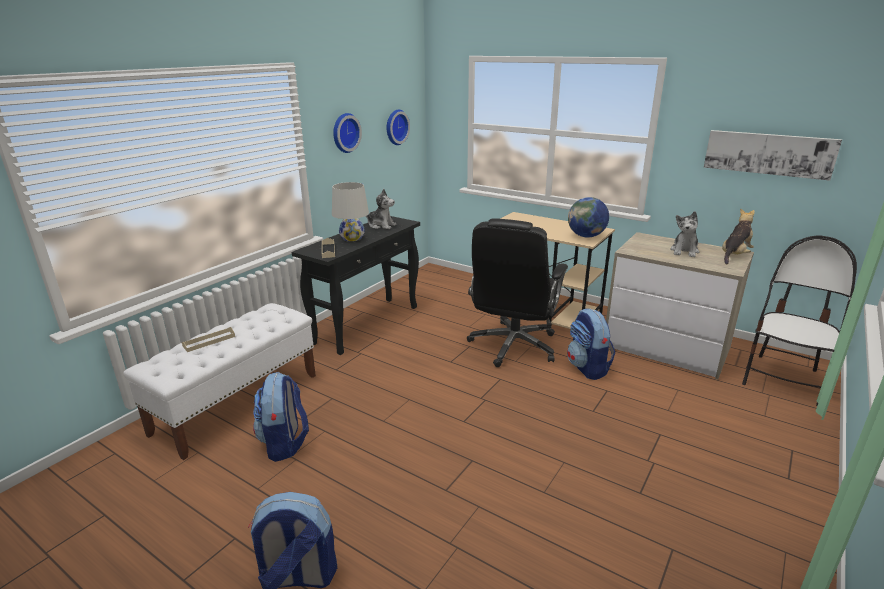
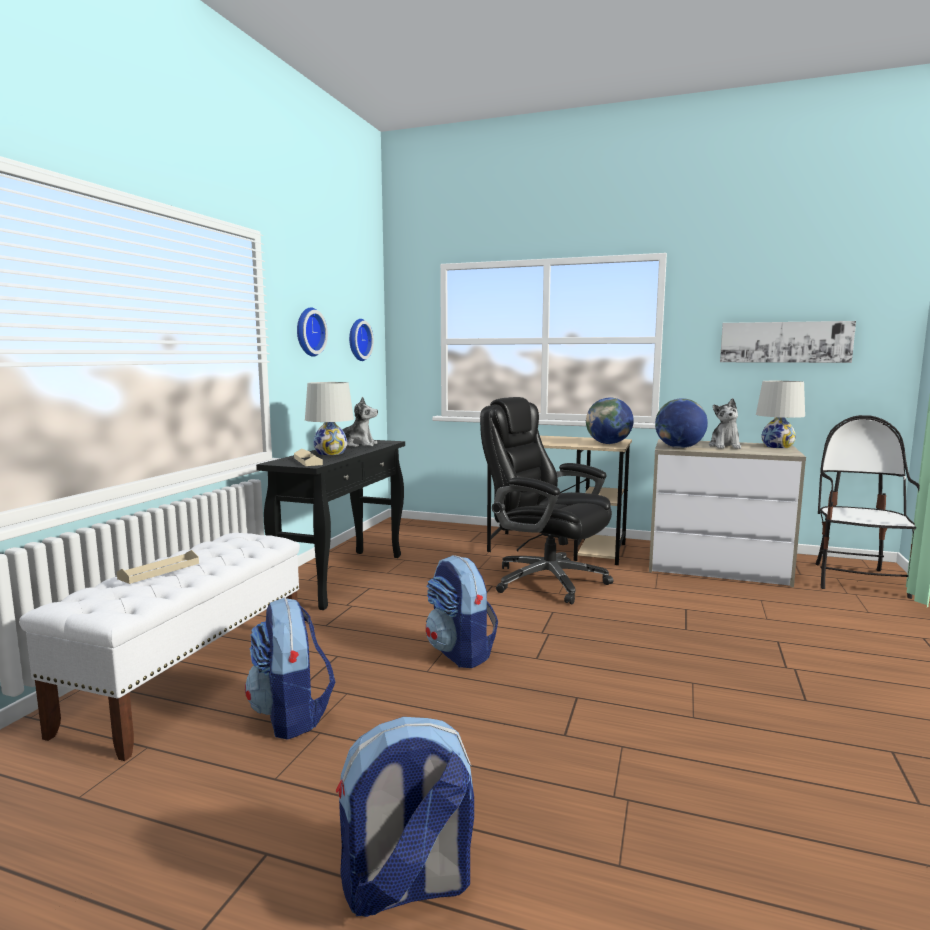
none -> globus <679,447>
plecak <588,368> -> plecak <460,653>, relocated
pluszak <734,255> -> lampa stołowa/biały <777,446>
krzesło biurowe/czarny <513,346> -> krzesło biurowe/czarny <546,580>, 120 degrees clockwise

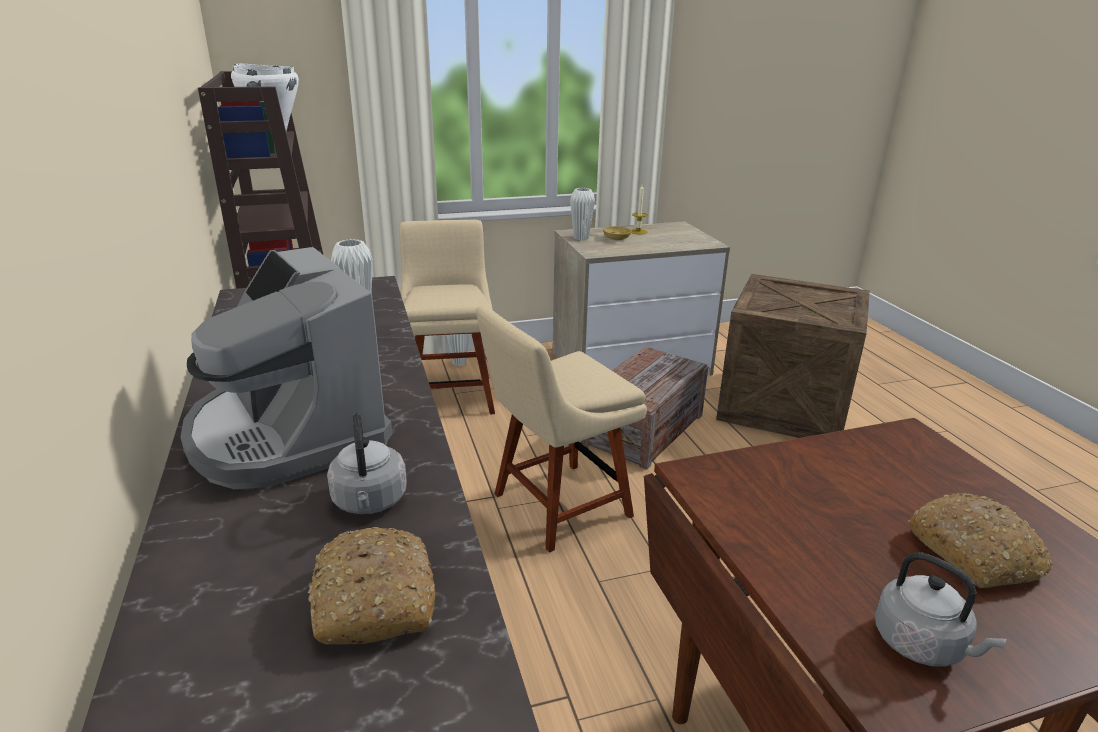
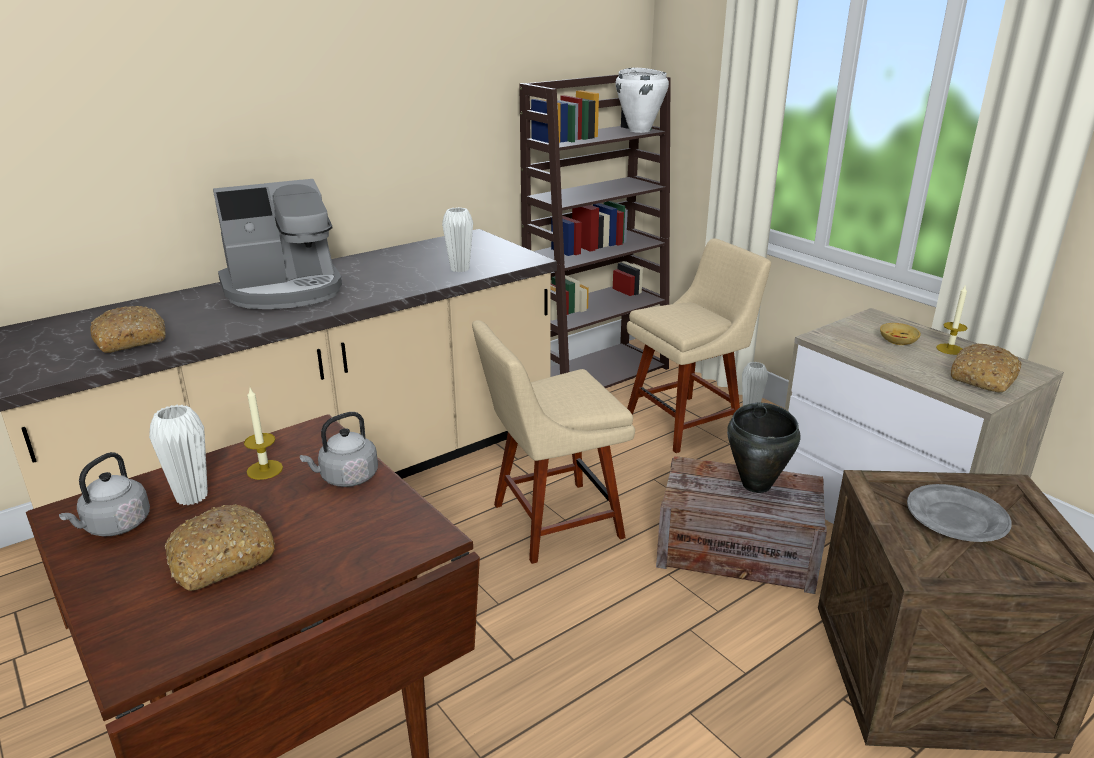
none -> świeca <264,470>
none -> garnek/czarny <757,485>
none -> talerz/szary <956,517>
none -> chleb <983,378>
czajnik/szary <370,502> -> czajnik/szary <346,478>, relocated
wazon/biały <581,238> -> wazon/biały <192,497>, relocated
ekspres do kawy <288,433> -> ekspres do kawy <284,290>, 150 degrees counterclockwise
krzesło/beżowy <556,507> -> krzesło/beżowy <550,522>, 60 degrees counterclockwise

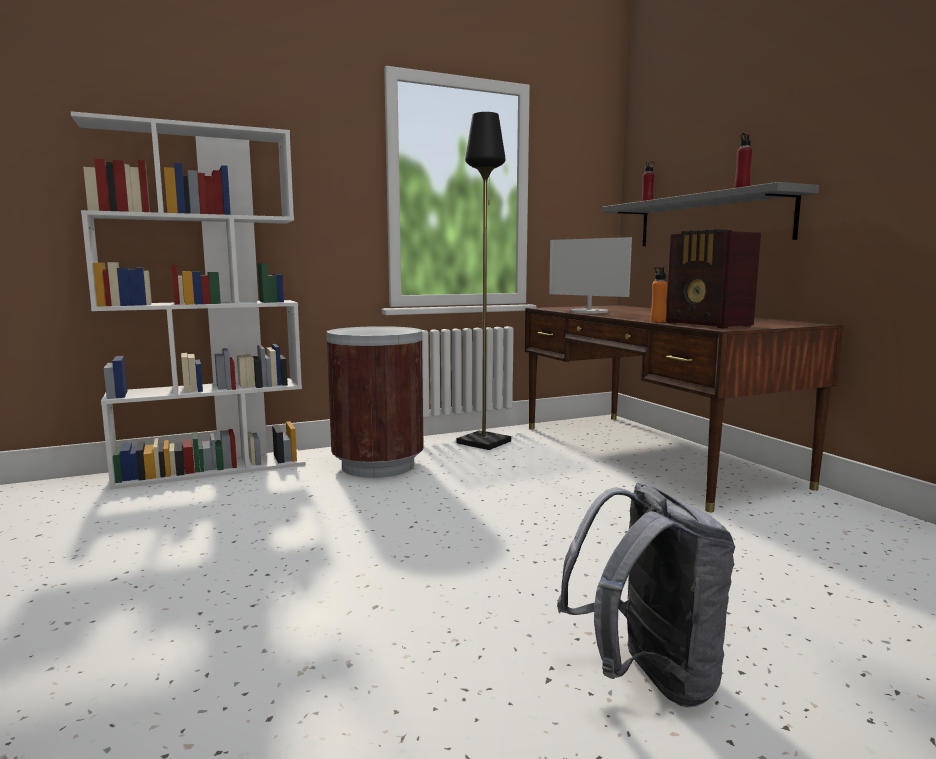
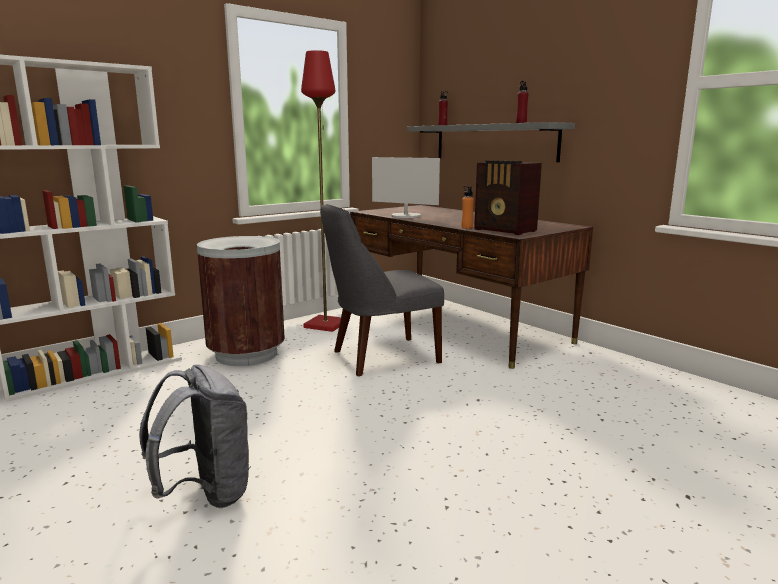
none -> krzesło/szary <380,357>
plecak/szary <646,678> -> plecak/szary <206,493>, relocated
lampa stojąca/czarny <485,442> -> lampa stojąca/czerwony <326,324>

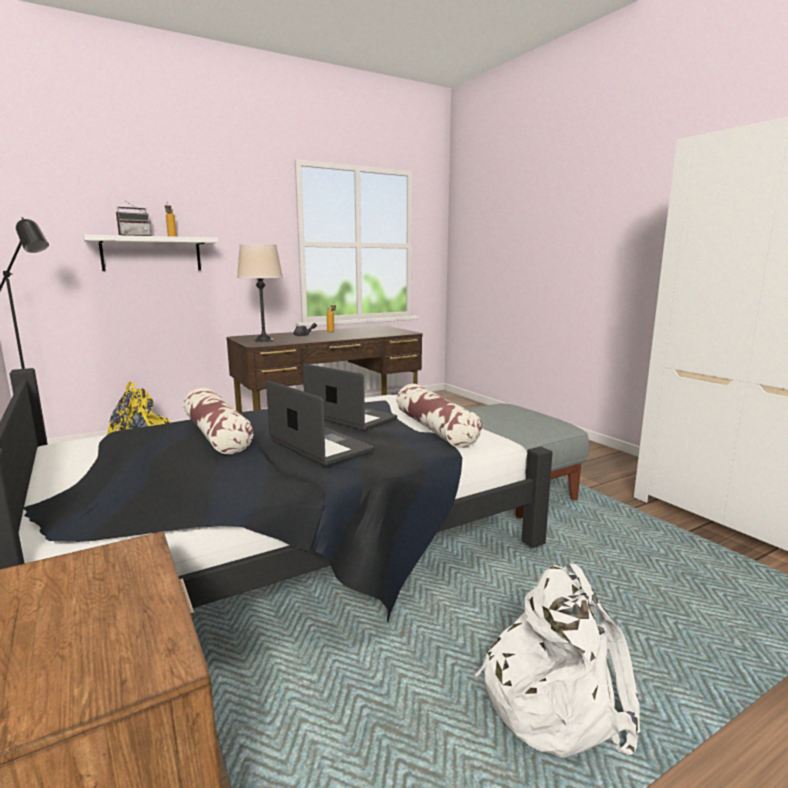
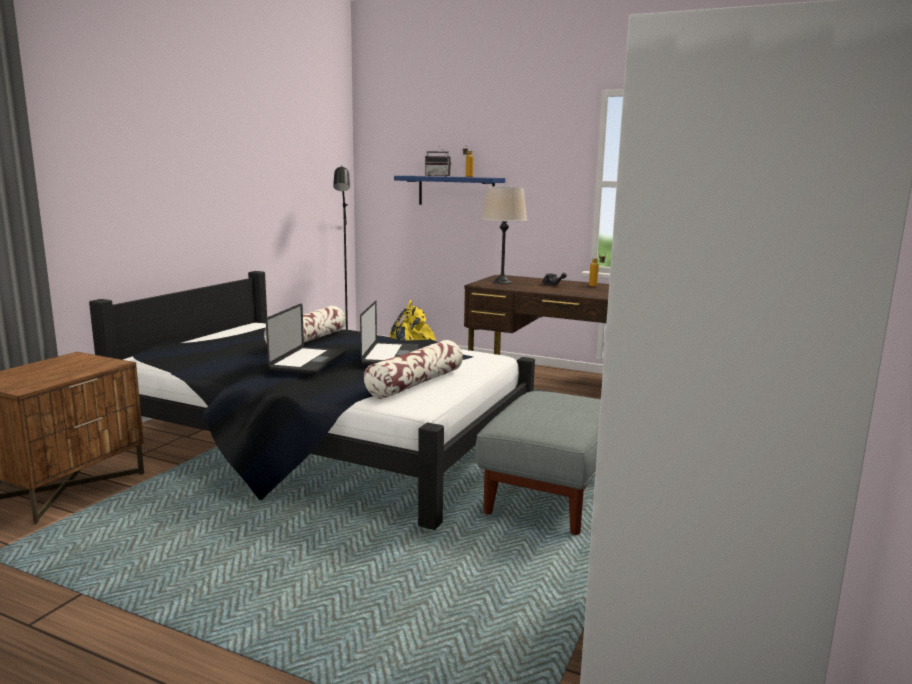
plecak/biały <553,697> -> none
półka/biały <151,254> -> półka/niebieski <456,191>

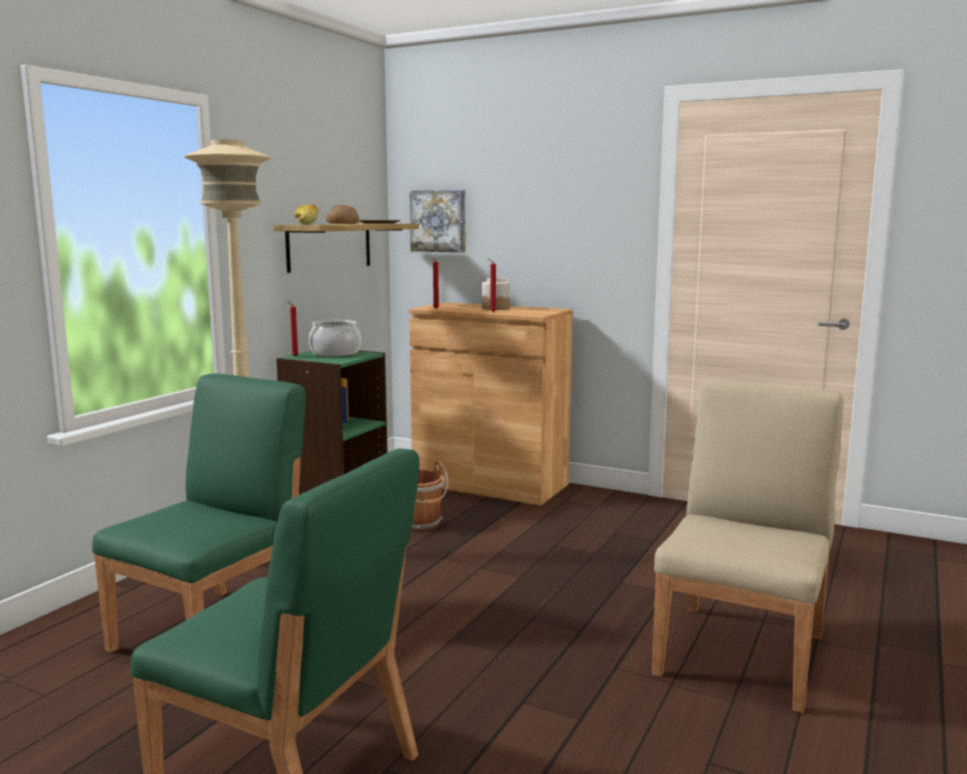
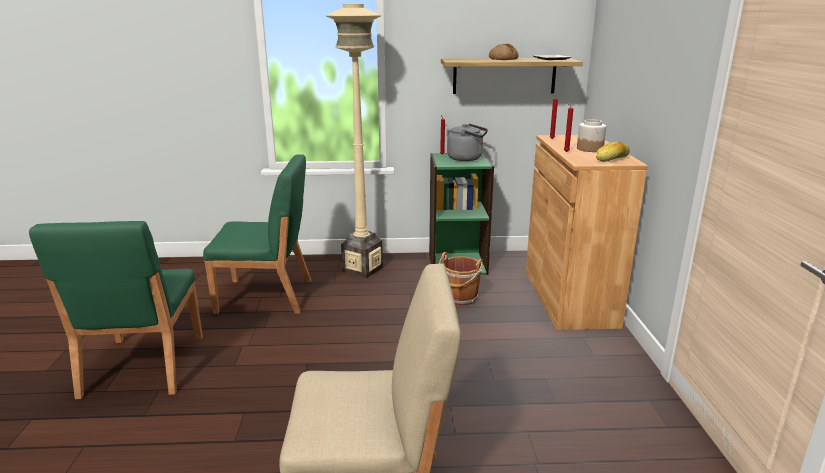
obraz <439,221> -> none
chleb <307,224> -> chleb <611,159>, relocated
garnek <335,353> -> czajnik/szary <467,158>

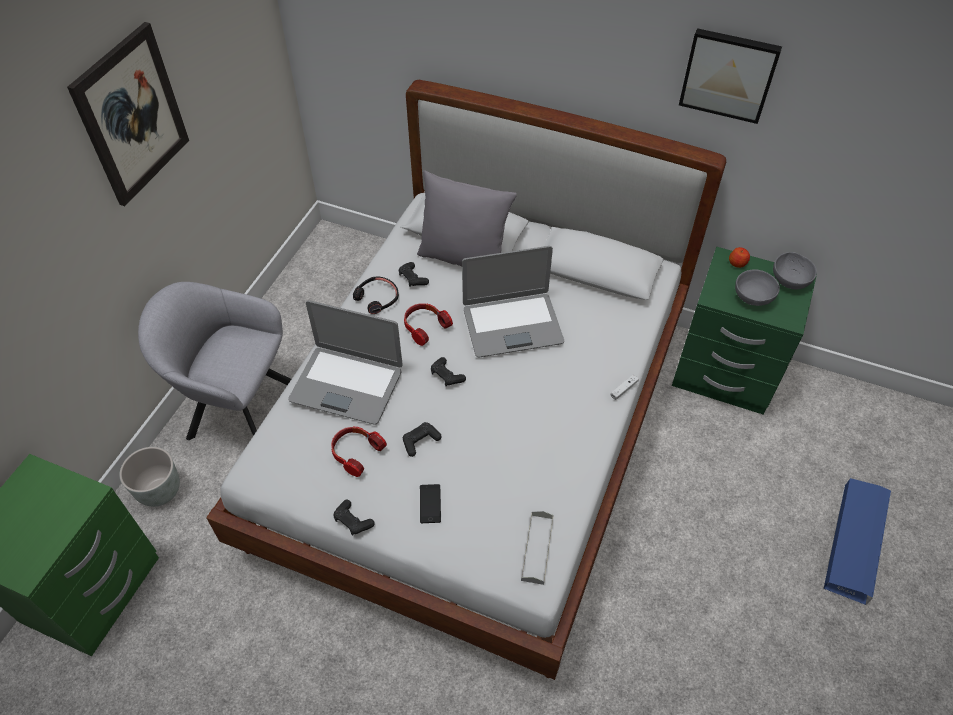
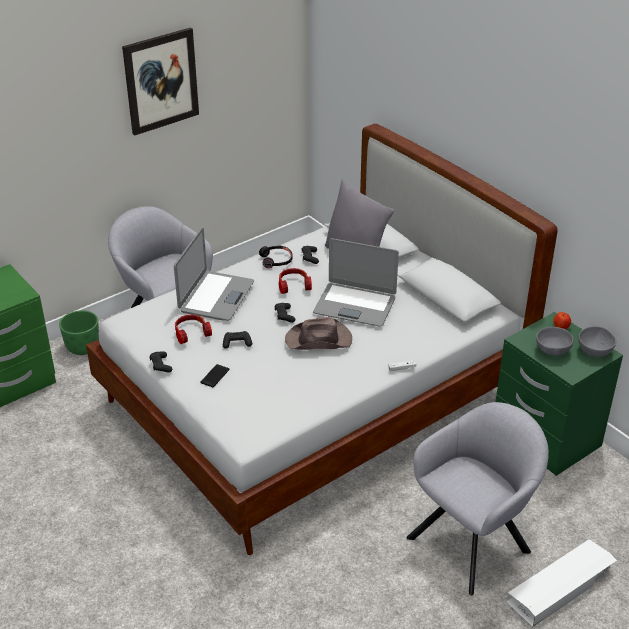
taca/szary <537,548> -> none
obraz <729,74> -> none
none -> kapelusz/brązowy <319,340>
none -> fotel/szary <474,541>
donica/szary <159,492> -> donica/zielony <82,348>
pojemnik do przechowywania/niebieski <855,542> -> pojemnik do przechowywania/biały <561,586>
laptop <347,384> -> laptop <216,297>, 120 degrees counterclockwise

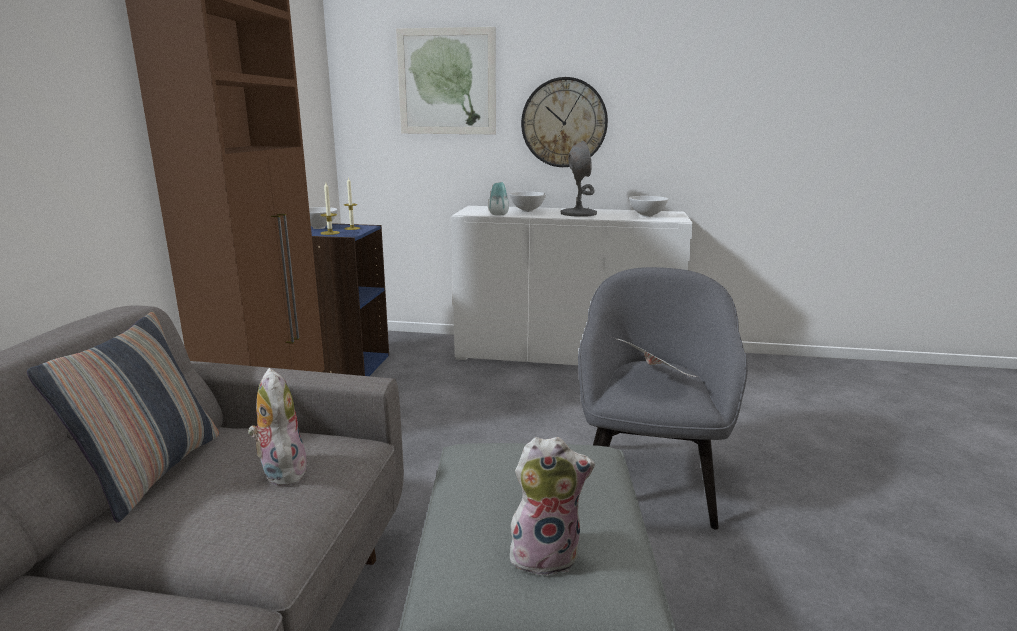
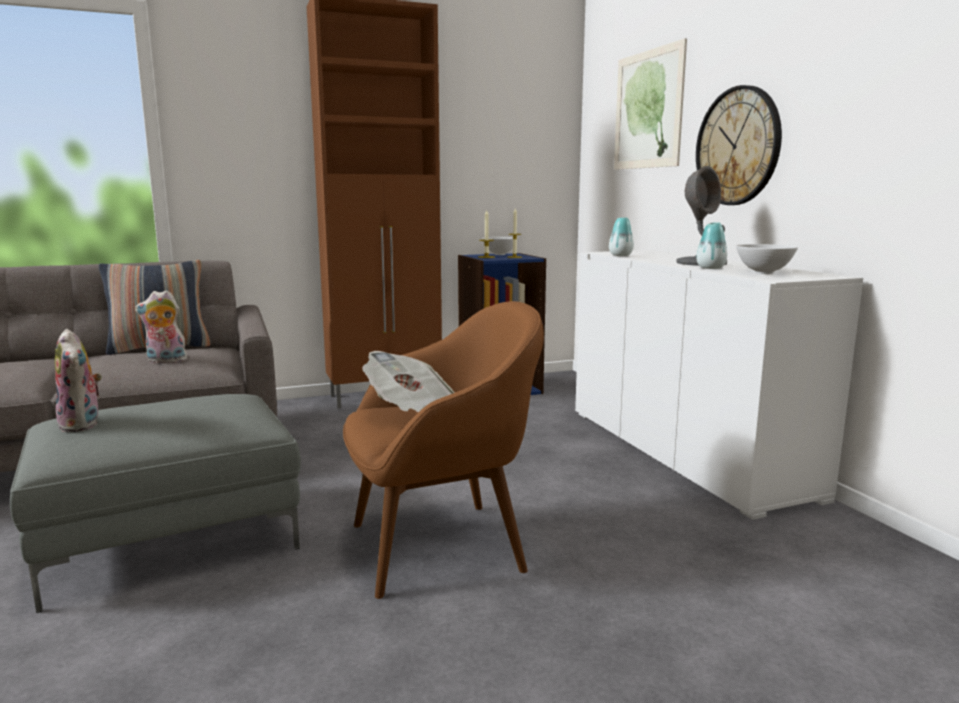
miska/biały <527,211> -> none
none -> wazon <710,268>
fotel/szary <648,480> -> fotel/brązowy <441,546>
pluszak <281,471> -> pluszak <165,361>, 135 degrees counterclockwise

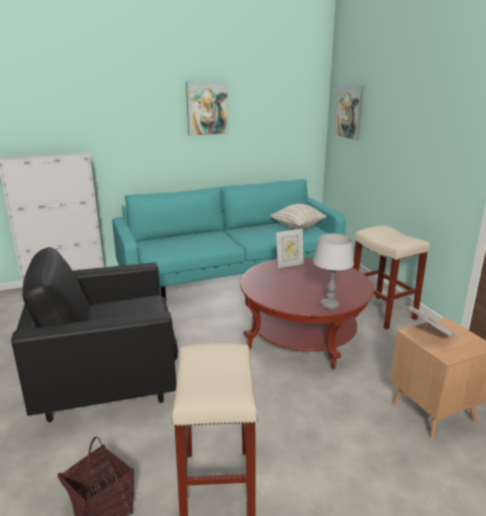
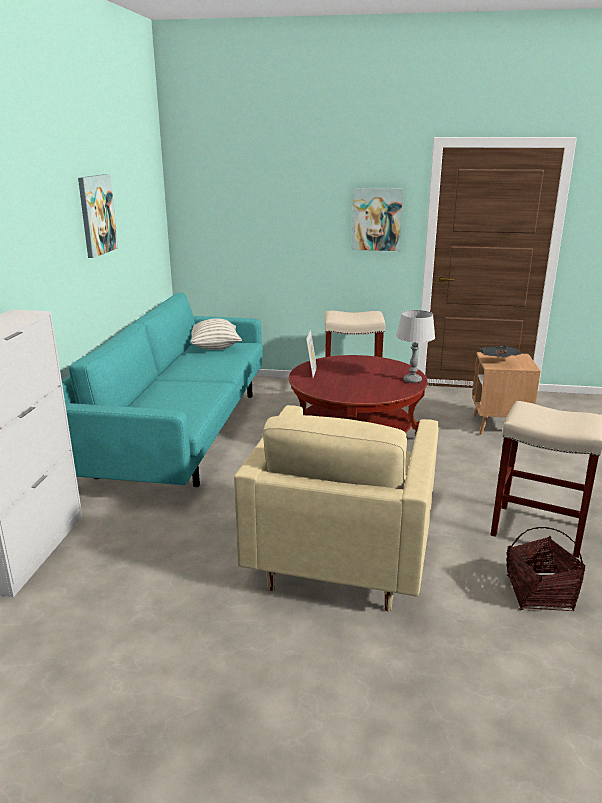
obraz <349,111> -> obraz <377,219>, relocated
fotel/czarny <108,382> -> fotel/beżowy <341,556>

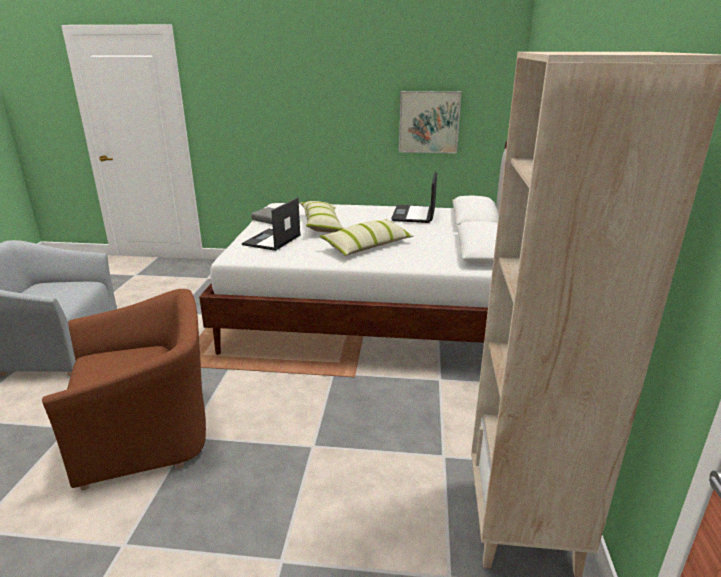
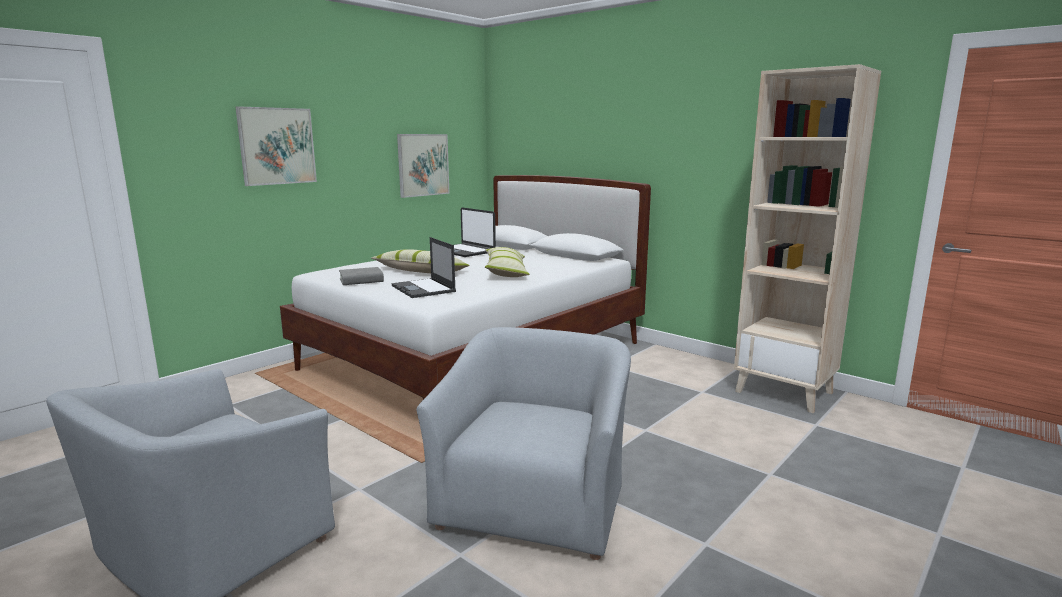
none -> obraz <277,146>
fotel/brązowy <147,432> -> fotel/szary <534,502>

